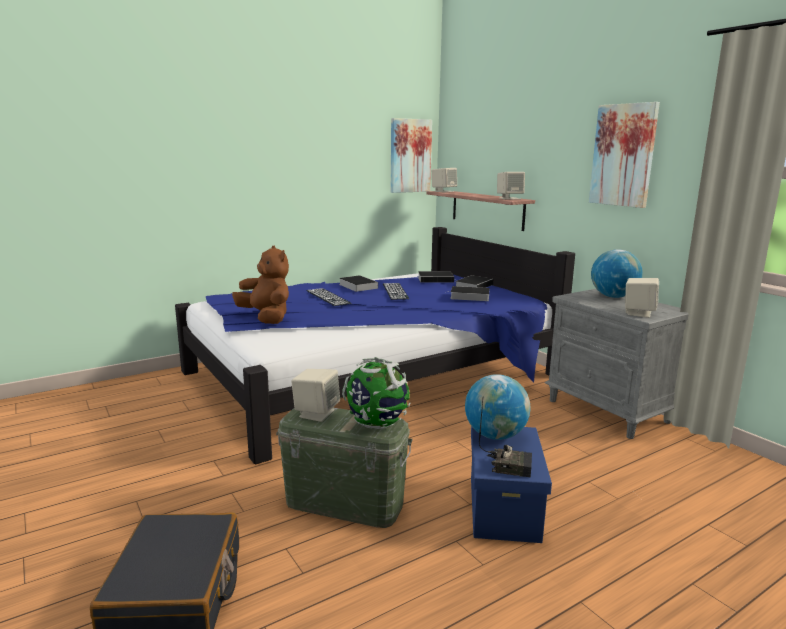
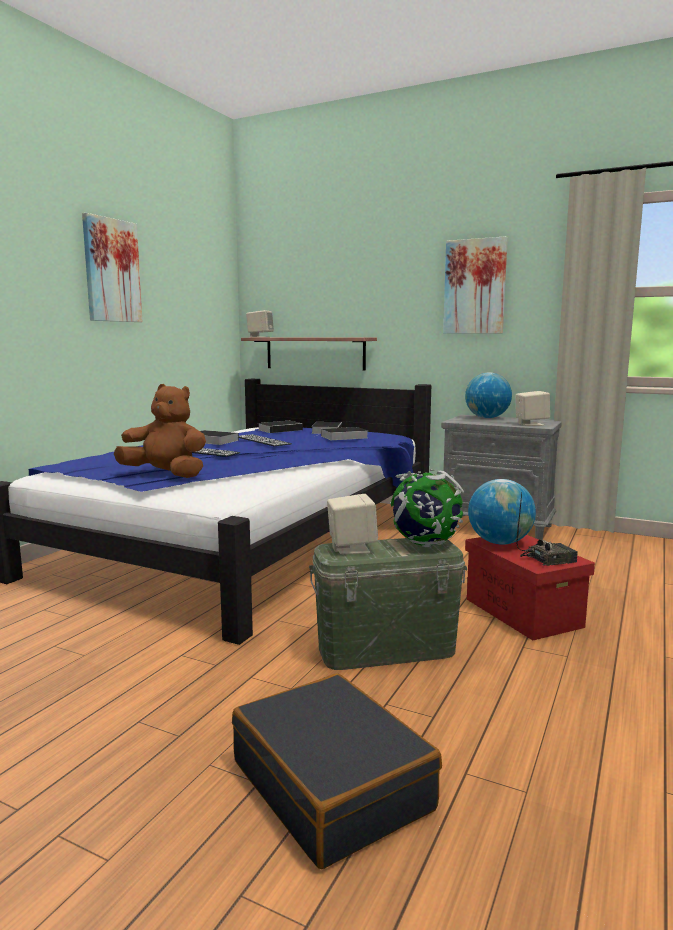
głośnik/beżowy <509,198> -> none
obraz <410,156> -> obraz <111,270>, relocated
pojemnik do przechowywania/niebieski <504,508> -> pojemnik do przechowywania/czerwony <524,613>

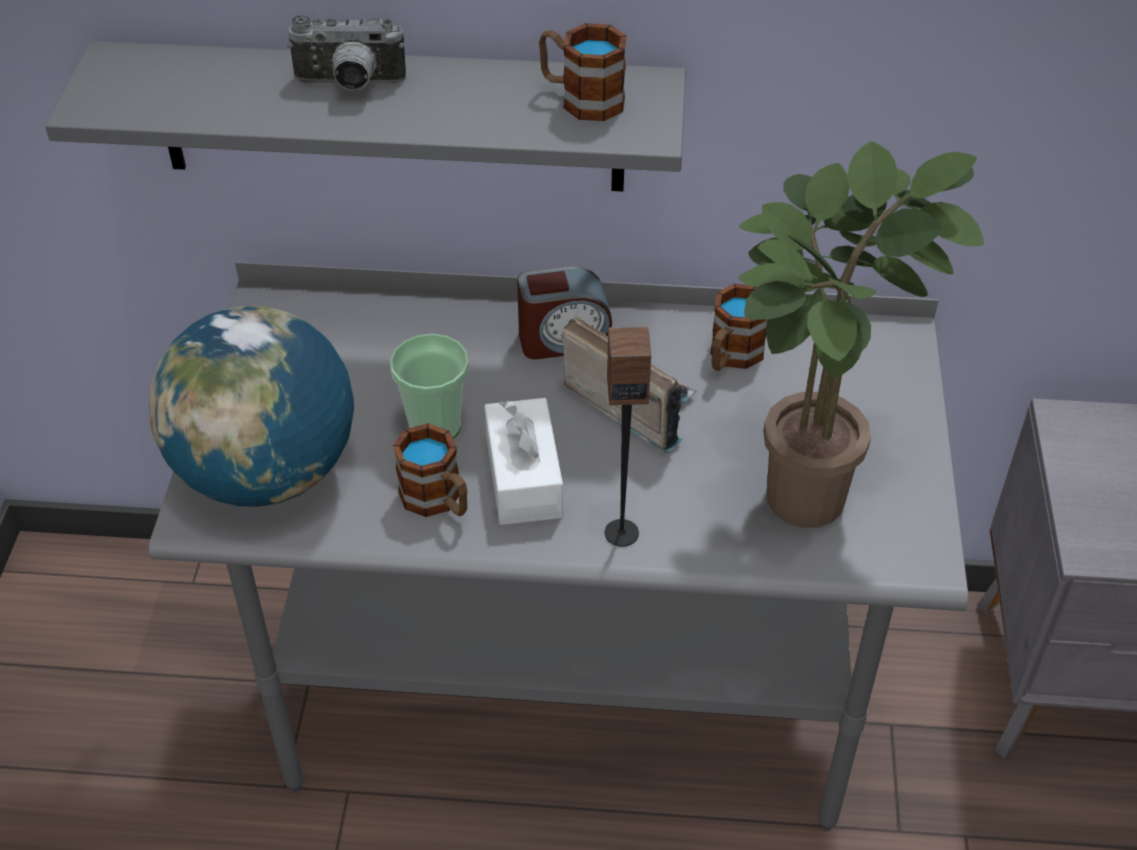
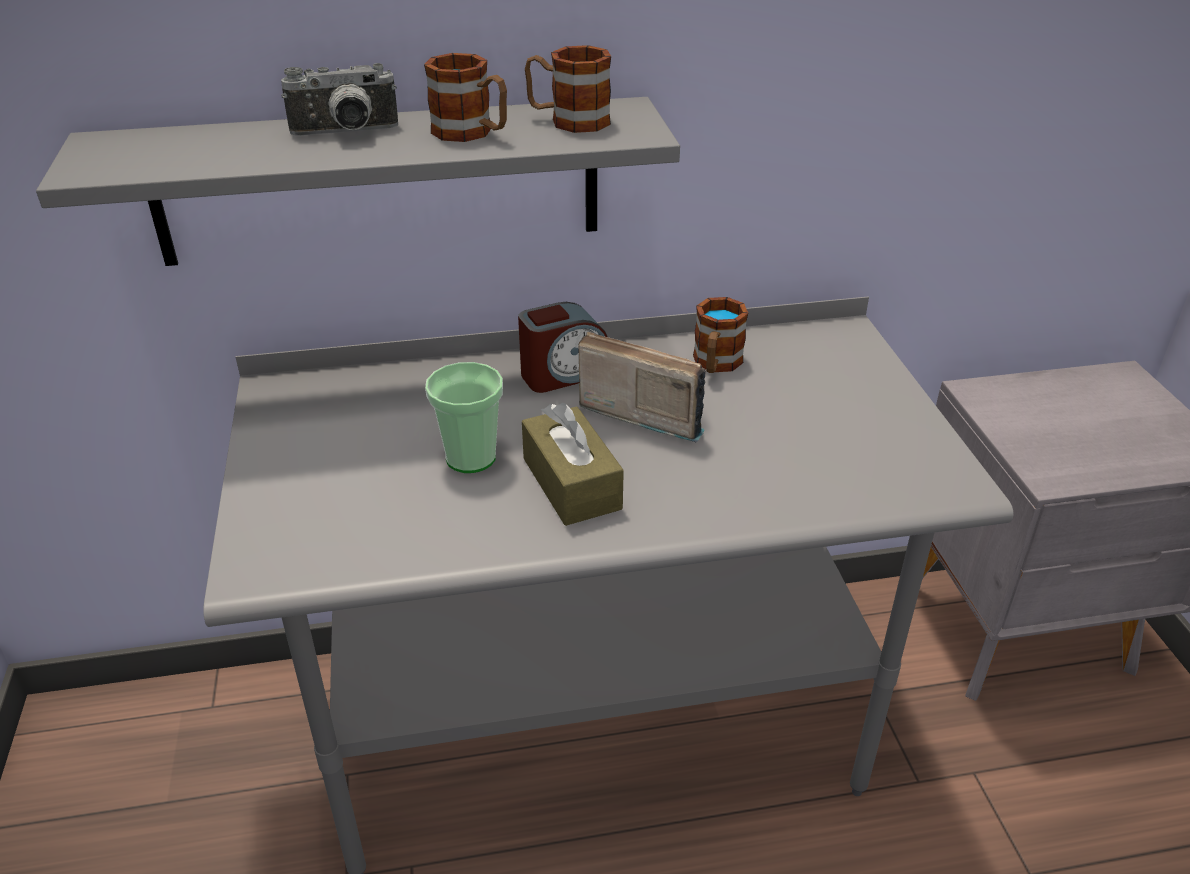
globus <267,473> -> none
głośnik <621,532> -> none
roślina doniczkowa <805,486> -> none
kubek <438,501> -> kubek <472,133>, relocated
pudełko chusteczek/biały <523,477> -> pudełko chusteczek/brązowy <571,483>

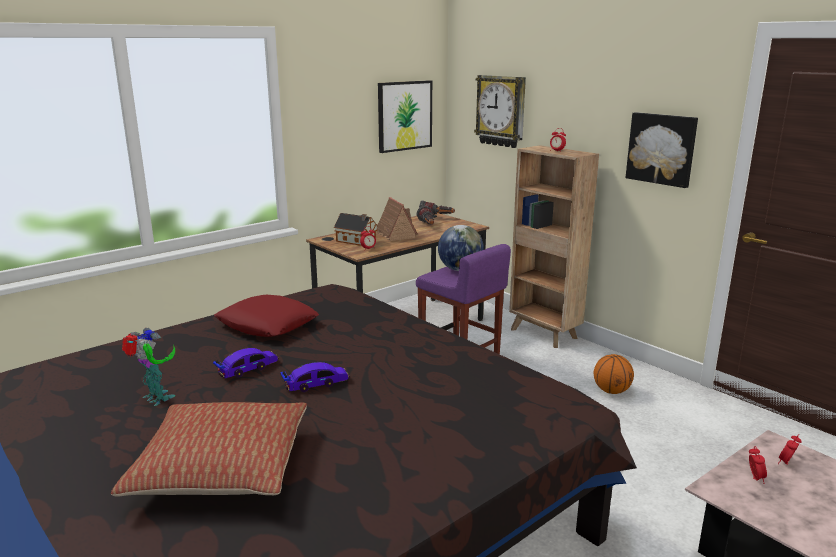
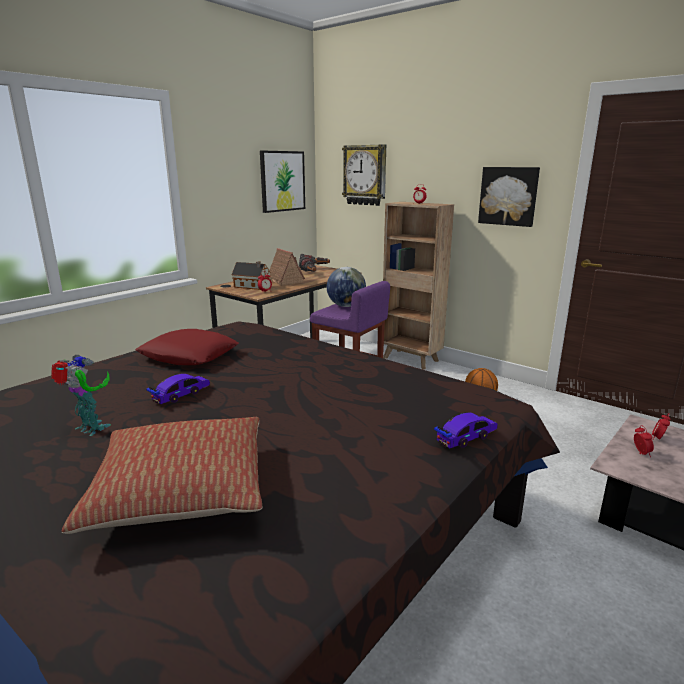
samochodzik <316,384> -> samochodzik <466,437>, relocated

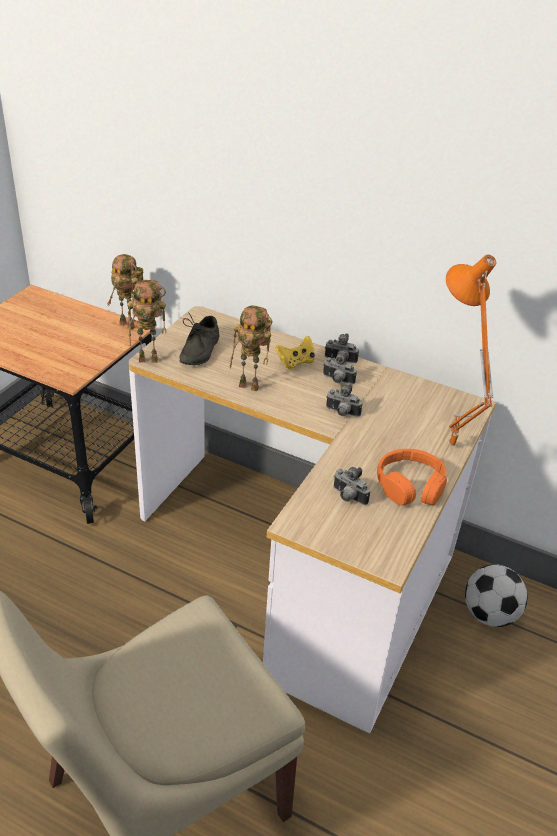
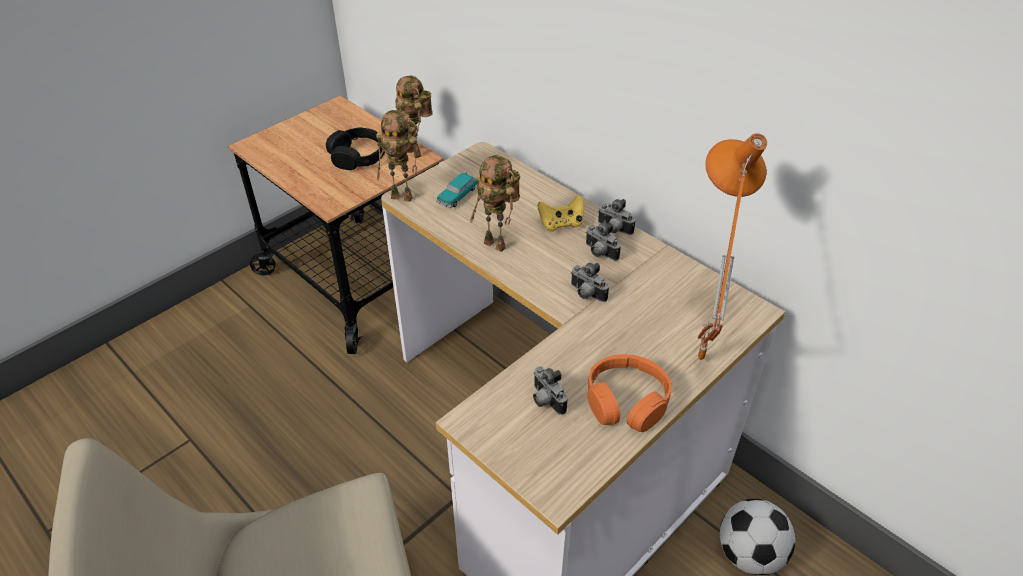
none -> słuchawki/czarny <357,156>
but/szary <197,351> -> samochodzik <458,194>

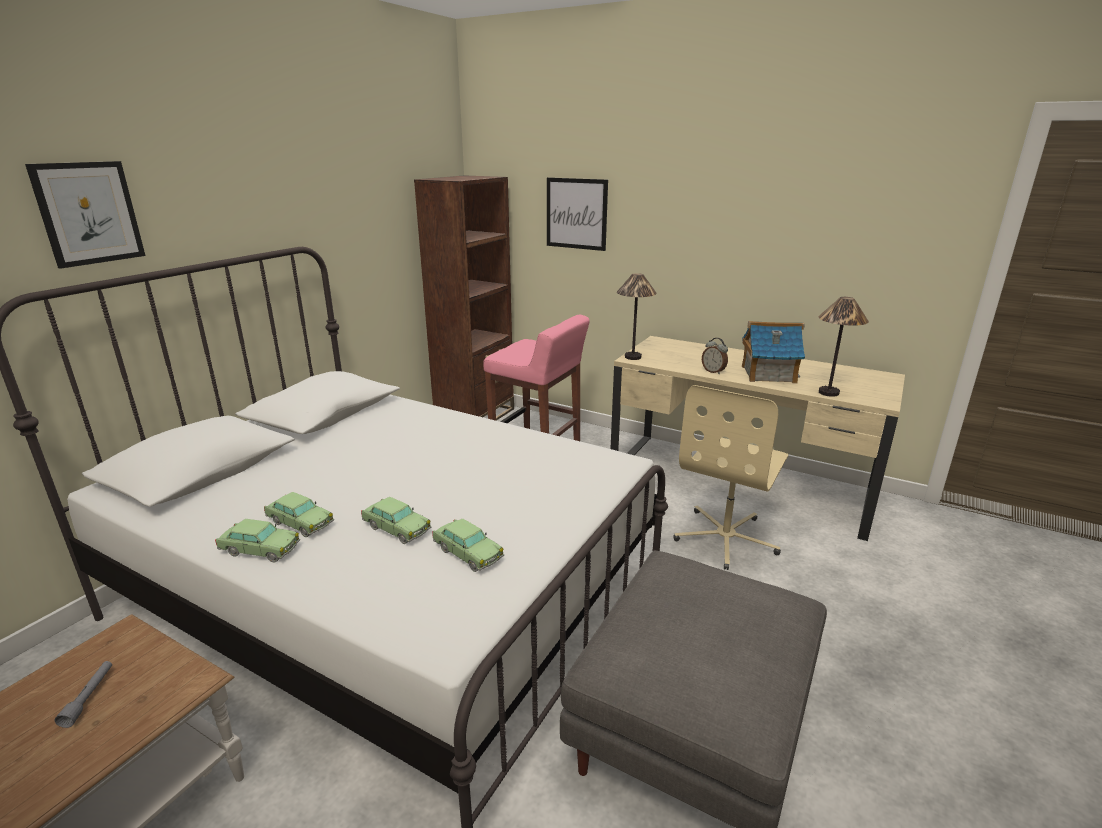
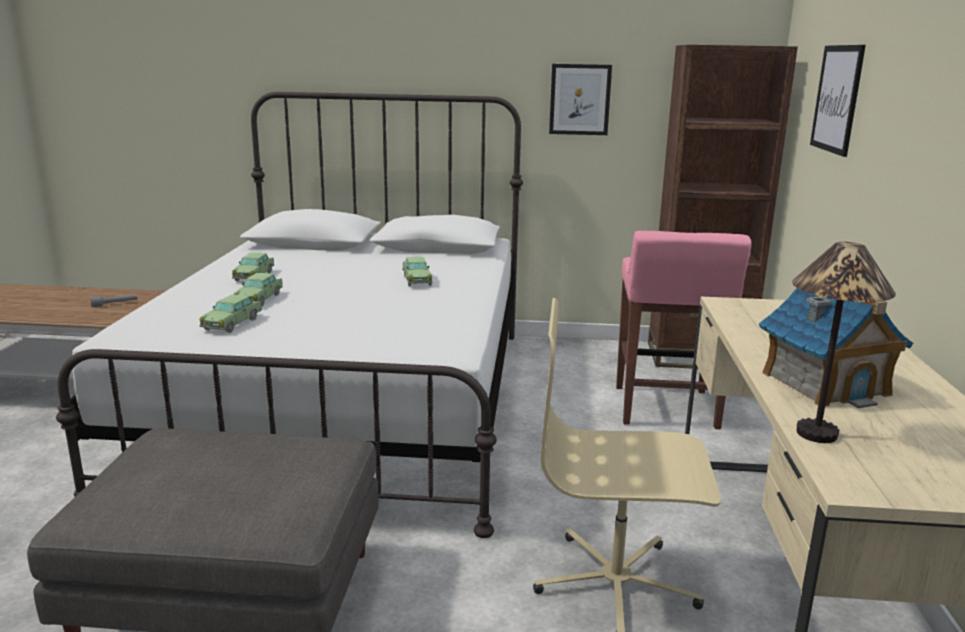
lampa stołowa <633,357> -> none
budzik <713,371> -> none
obraz <88,213> -> obraz <580,99>, relocated
samochodzik <260,550> -> samochodzik <416,280>, relocated

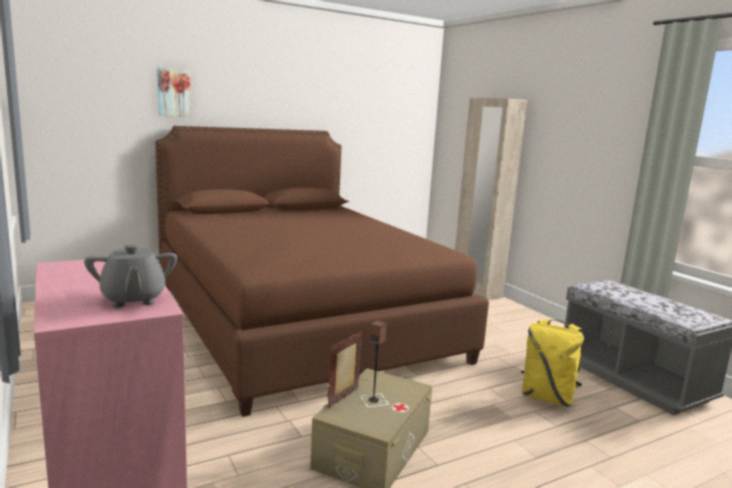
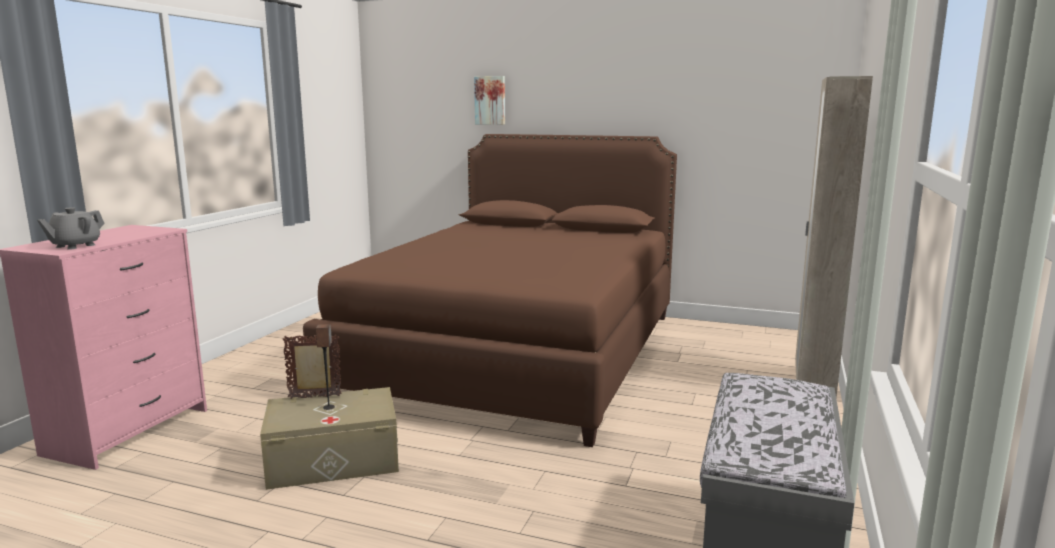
plecak/żółty <547,398> -> none

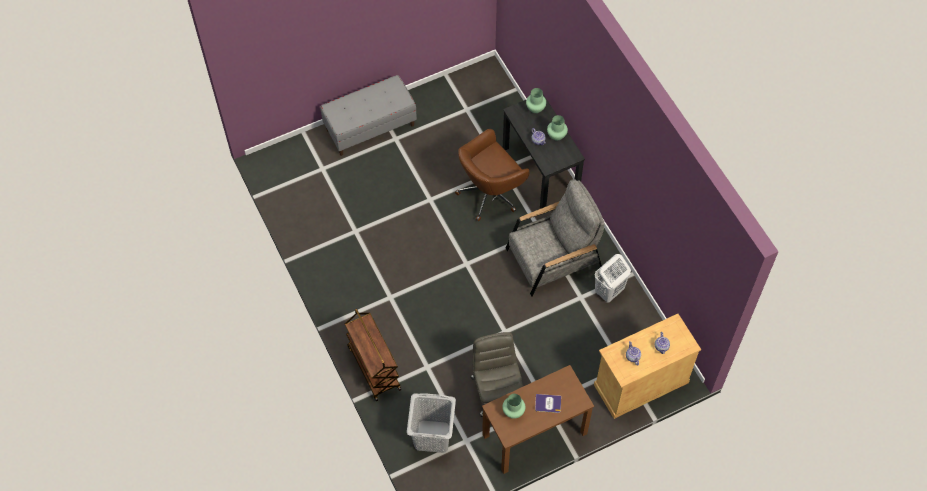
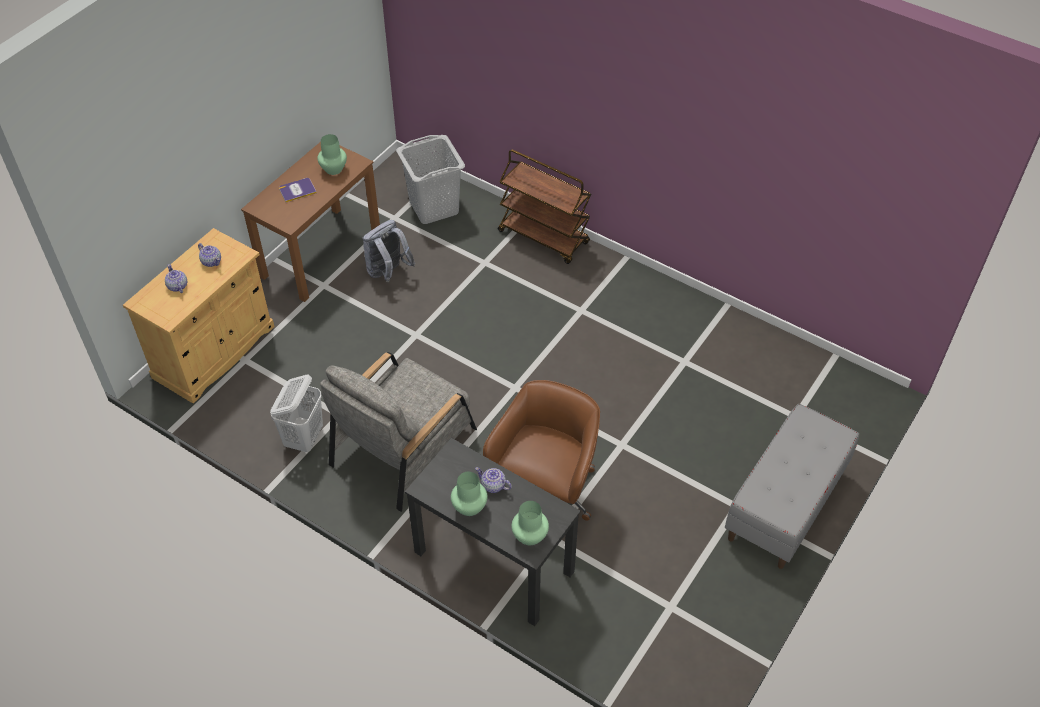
krzesło biurowe/szary <497,391> -> plecak/szary <388,273>

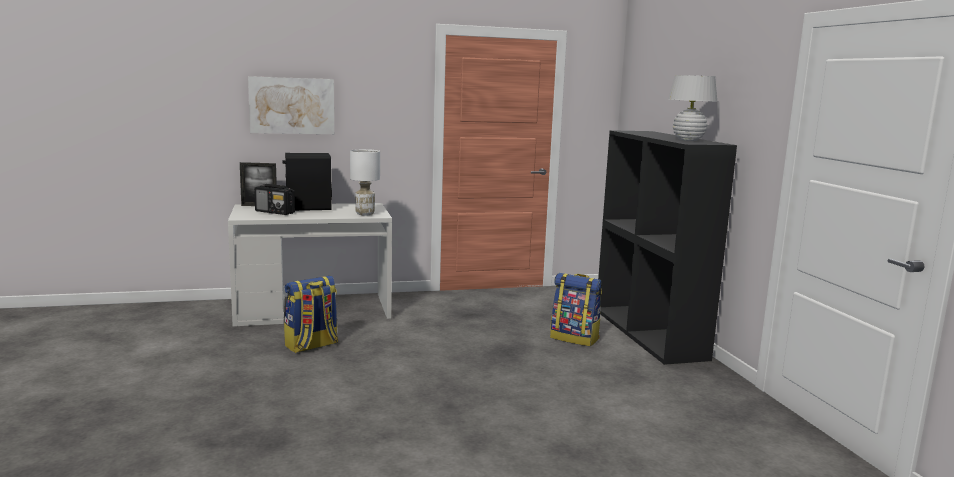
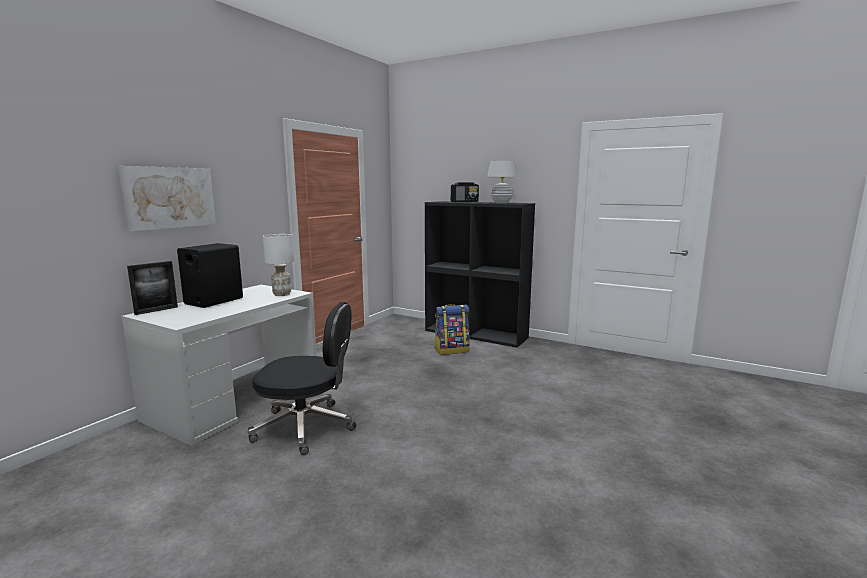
radio <275,212> -> radio <464,202>, relocated
plecak <311,346> -> krzesło biurowe/czarny <306,427>

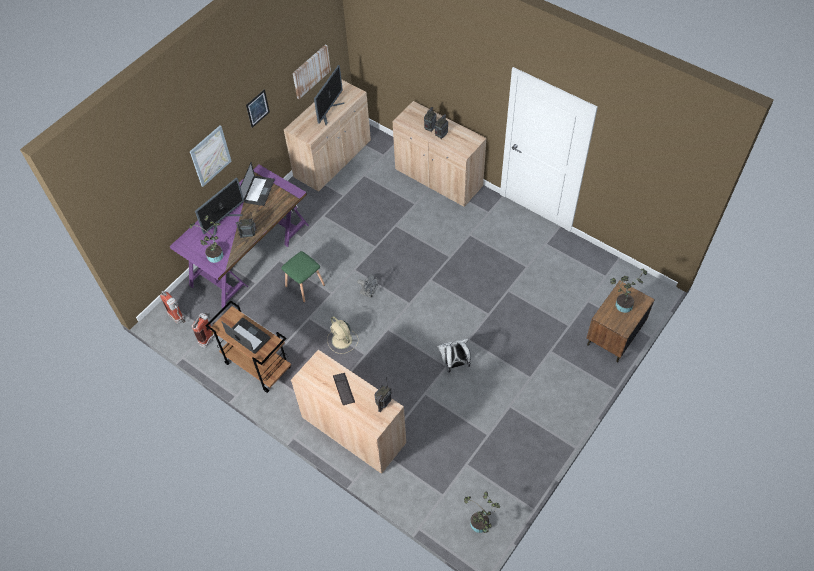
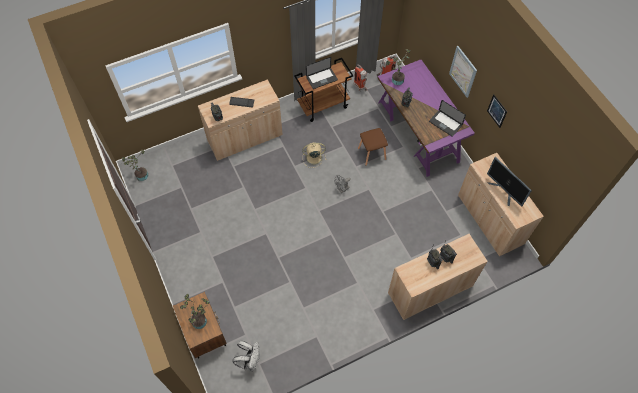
monitor <224,220> -> none
obraz <311,71> -> none
plecak/biały <454,364> -> plecak/biały <250,361>, relocated
stołek/zielony <304,286> -> stołek/brązowy <371,153>

